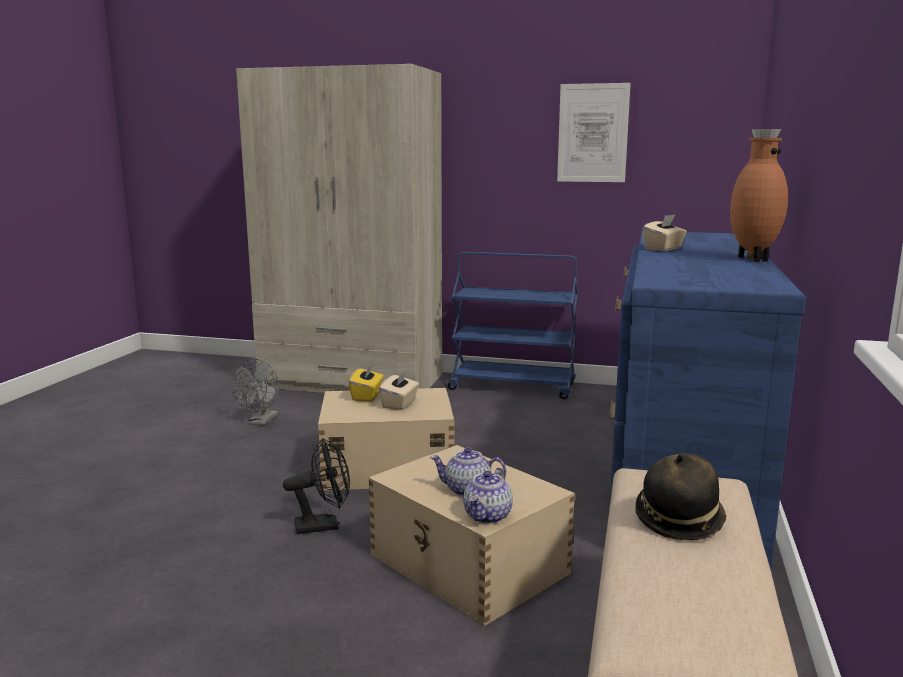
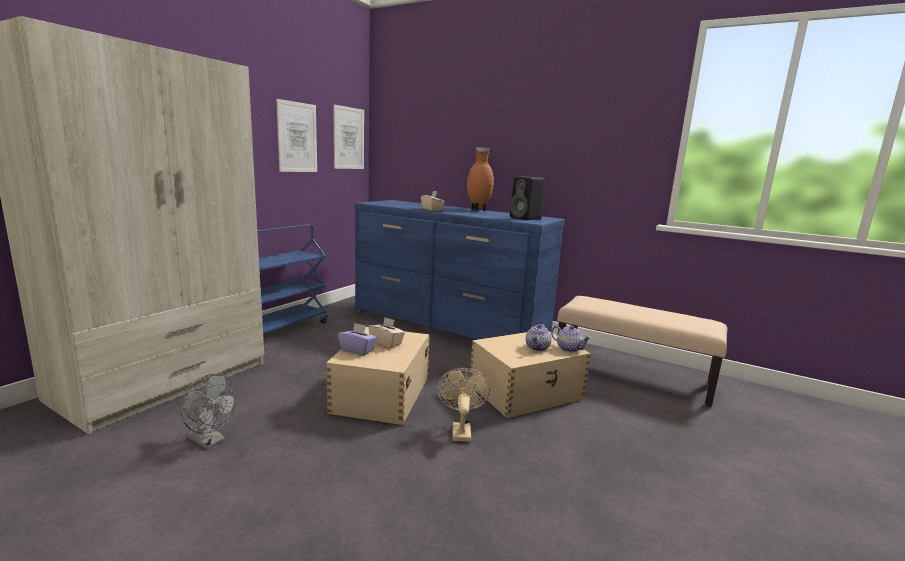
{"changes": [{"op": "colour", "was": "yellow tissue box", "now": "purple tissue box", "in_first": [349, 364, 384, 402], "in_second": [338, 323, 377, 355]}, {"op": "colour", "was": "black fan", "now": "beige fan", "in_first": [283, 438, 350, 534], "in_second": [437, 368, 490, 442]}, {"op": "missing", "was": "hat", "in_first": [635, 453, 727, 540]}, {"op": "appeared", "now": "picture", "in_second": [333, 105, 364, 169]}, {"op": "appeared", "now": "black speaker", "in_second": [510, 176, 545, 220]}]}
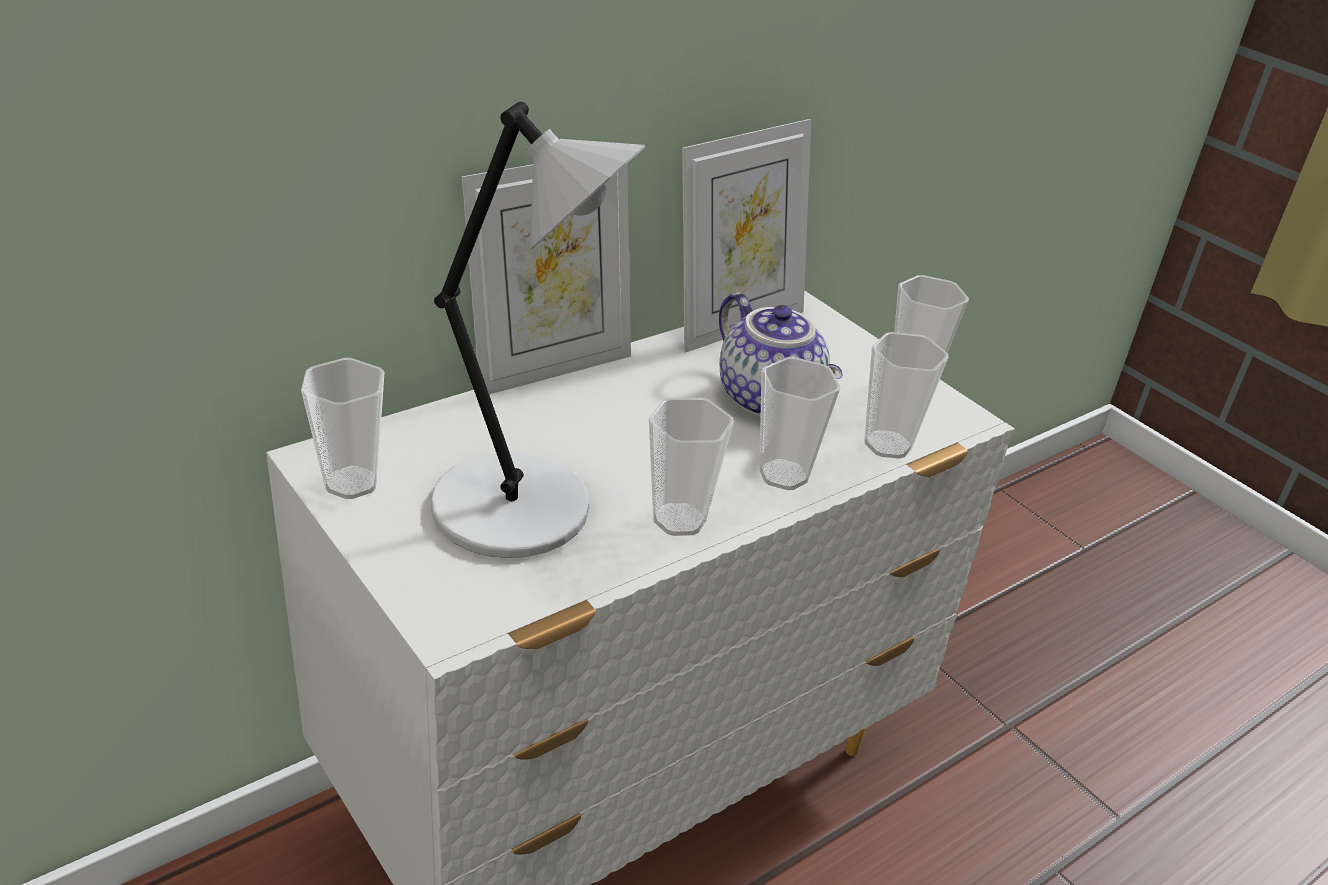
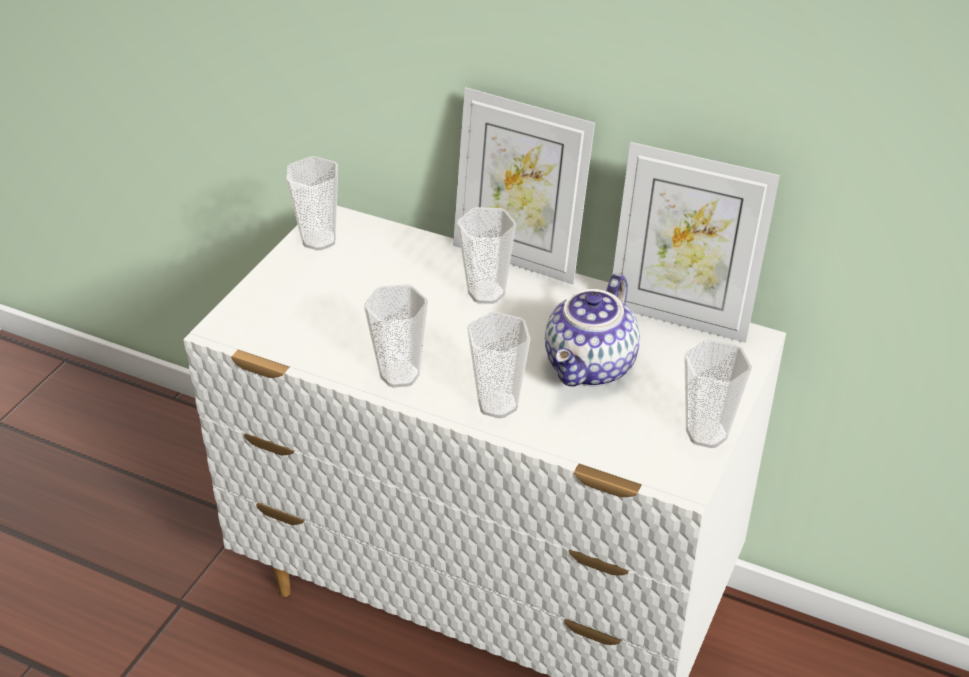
{"changes": [{"op": "missing", "was": "grey table lamp", "in_first": [431, 101, 645, 558]}, {"op": "relocated", "was": "cup", "in_first": [864, 332, 949, 459], "in_second": [457, 207, 516, 304]}]}
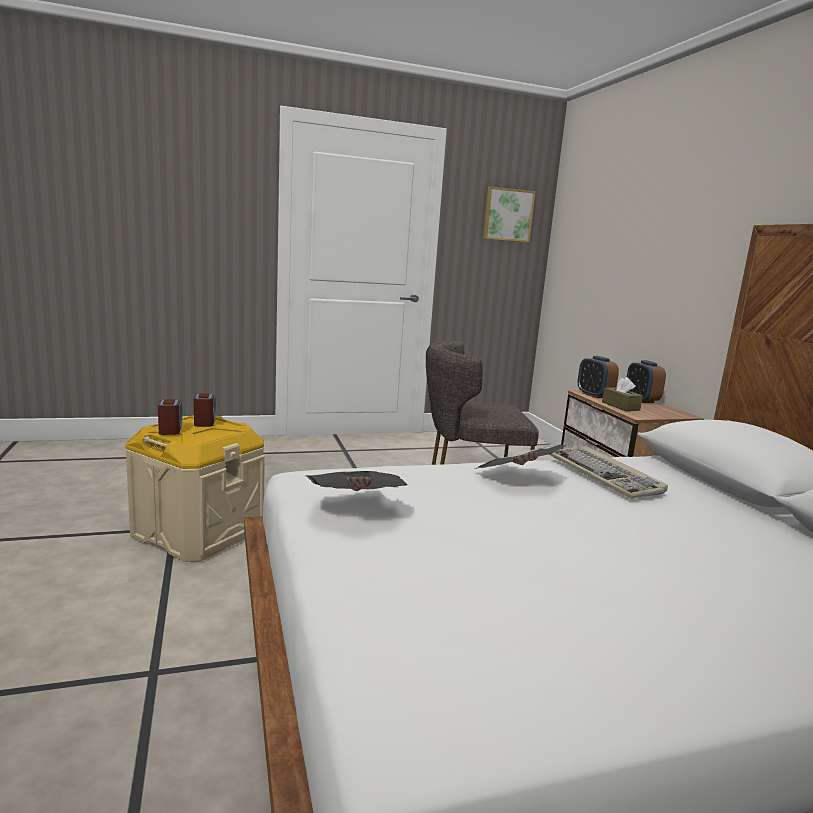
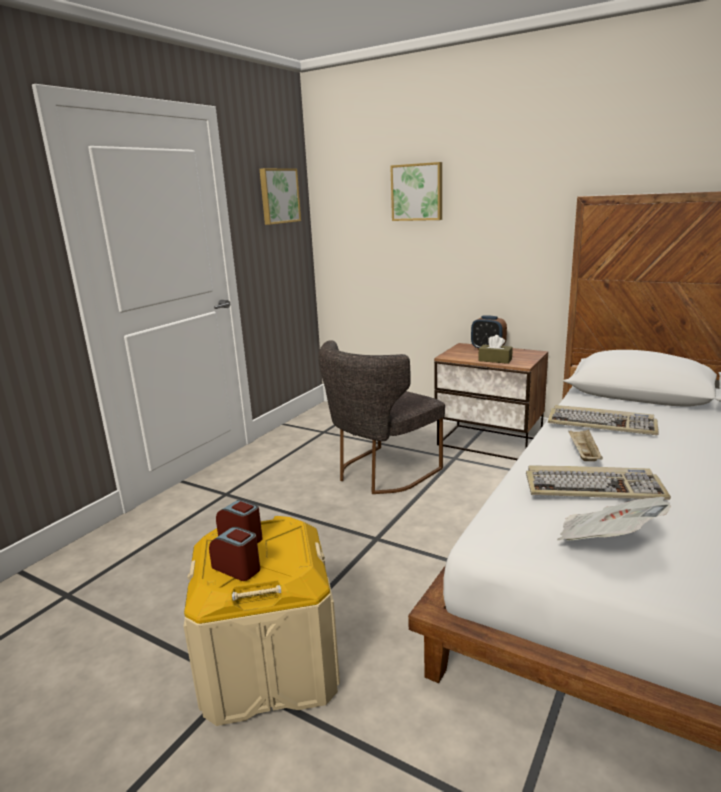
{"changes": [{"op": "missing", "was": "alarm clock", "in_first": [578, 356, 619, 398]}, {"op": "exchanged", "was": "newspaper", "now": "beige tray", "in_first": [475, 445, 566, 469], "in_second": [568, 429, 603, 461]}, {"op": "appeared", "now": "picture", "in_second": [390, 162, 442, 221]}, {"op": "appeared", "now": "keyboard", "in_second": [526, 465, 671, 500]}]}
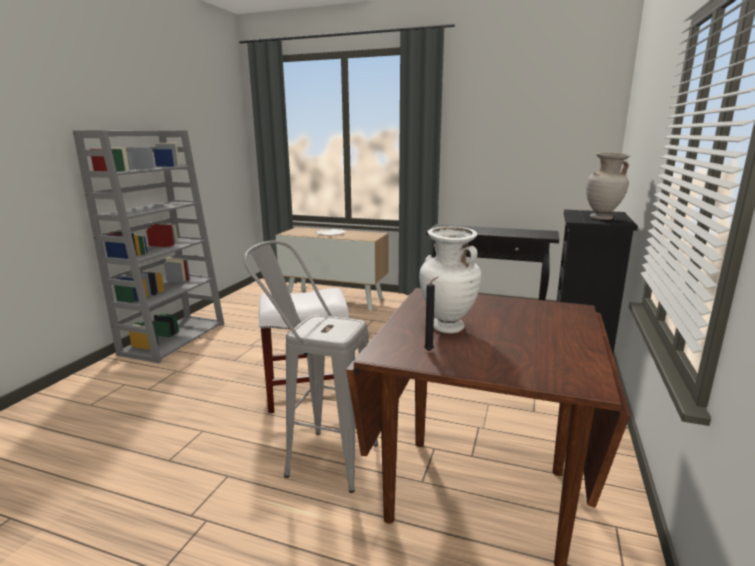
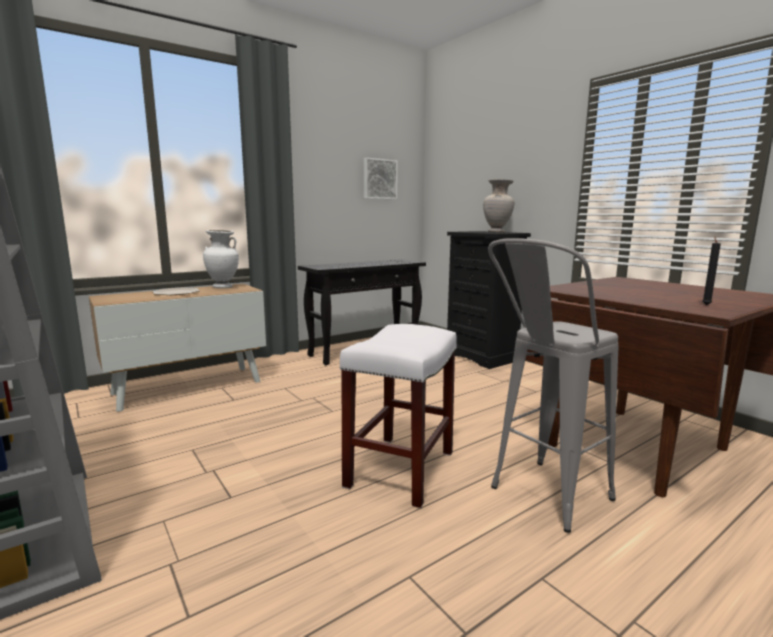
{"changes": [{"op": "relocated", "was": "white vase", "in_first": [419, 227, 481, 333], "in_second": [203, 230, 239, 288]}, {"op": "appeared", "now": "picture", "in_second": [364, 158, 398, 199]}]}
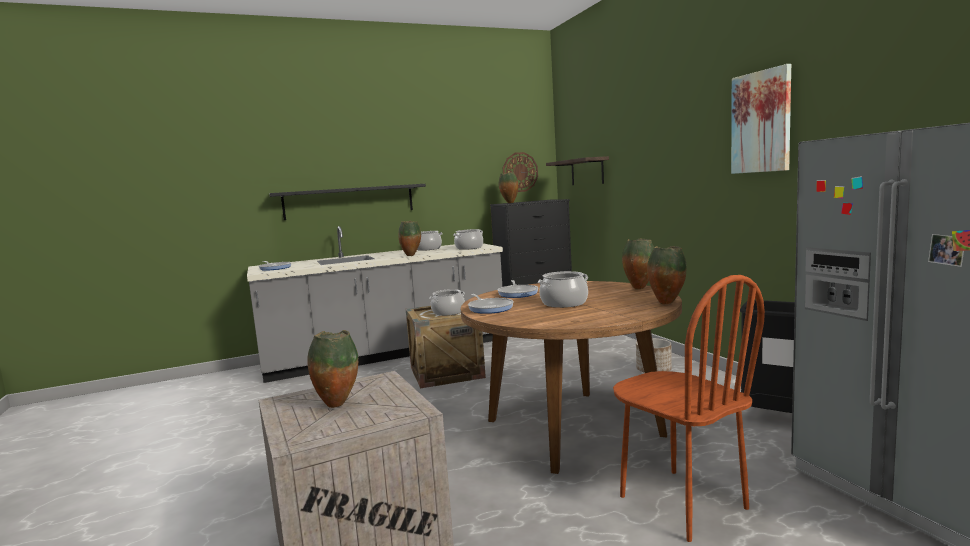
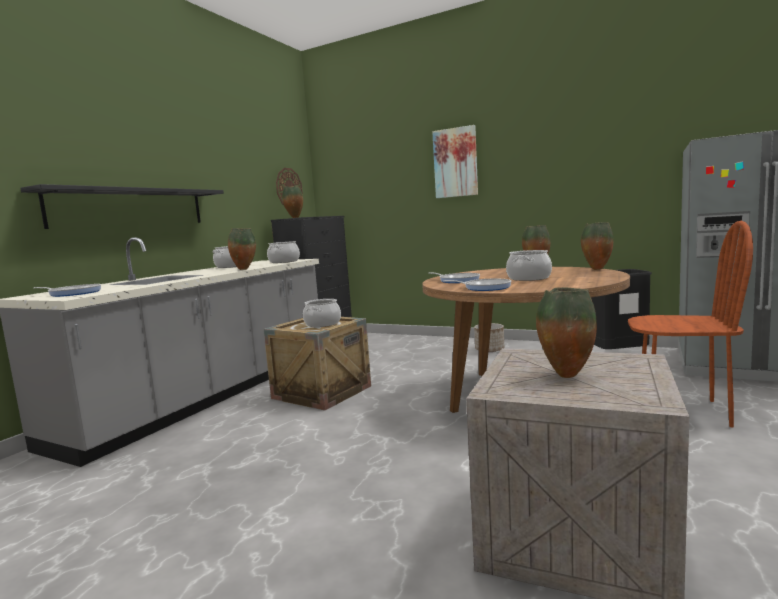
{"changes": [{"op": "relocated", "was": "picture", "in_first": [731, 64, 791, 174], "in_second": [432, 125, 478, 198]}, {"op": "missing", "was": "shelf", "in_first": [546, 156, 609, 185]}]}
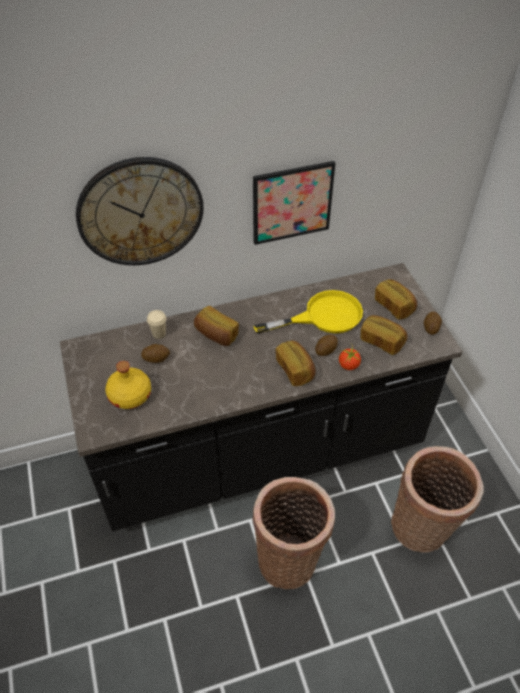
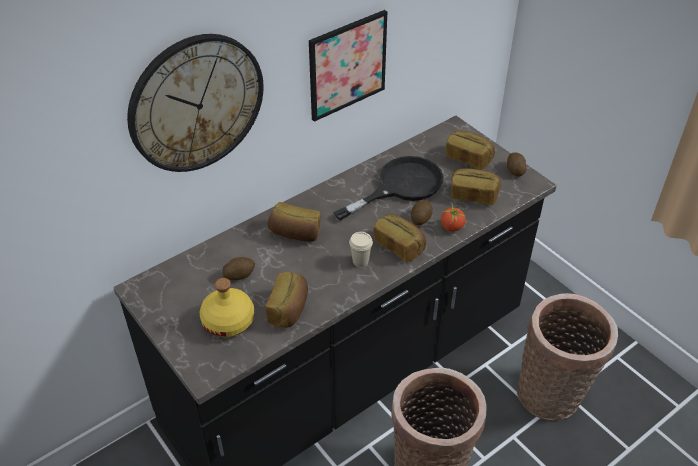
{"changes": [{"op": "colour", "was": "yellow frying pan", "now": "black frying pan", "in_first": [253, 290, 363, 334], "in_second": [333, 156, 444, 221]}, {"op": "relocated", "was": "beige cup", "in_first": [147, 310, 166, 339], "in_second": [349, 232, 373, 267]}, {"op": "appeared", "now": "bread", "in_second": [265, 272, 308, 328]}]}
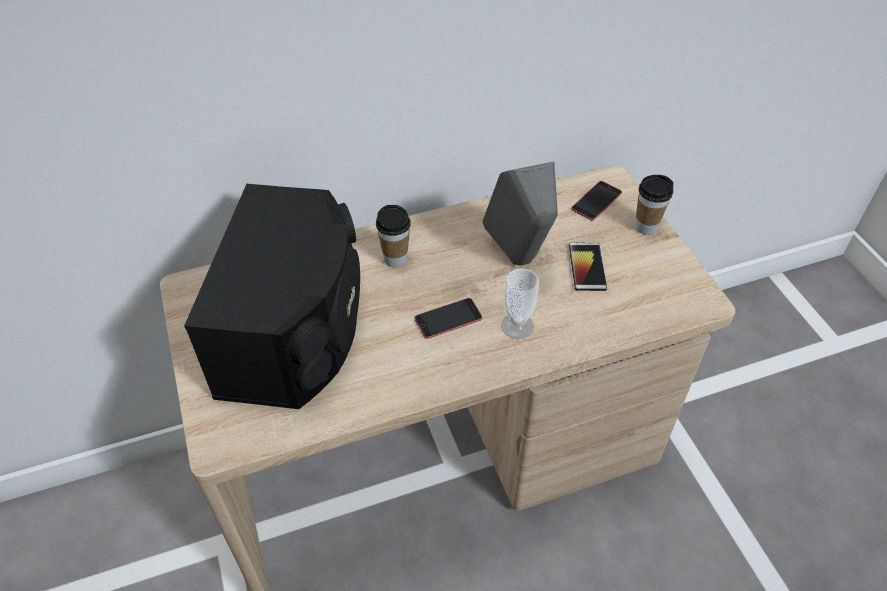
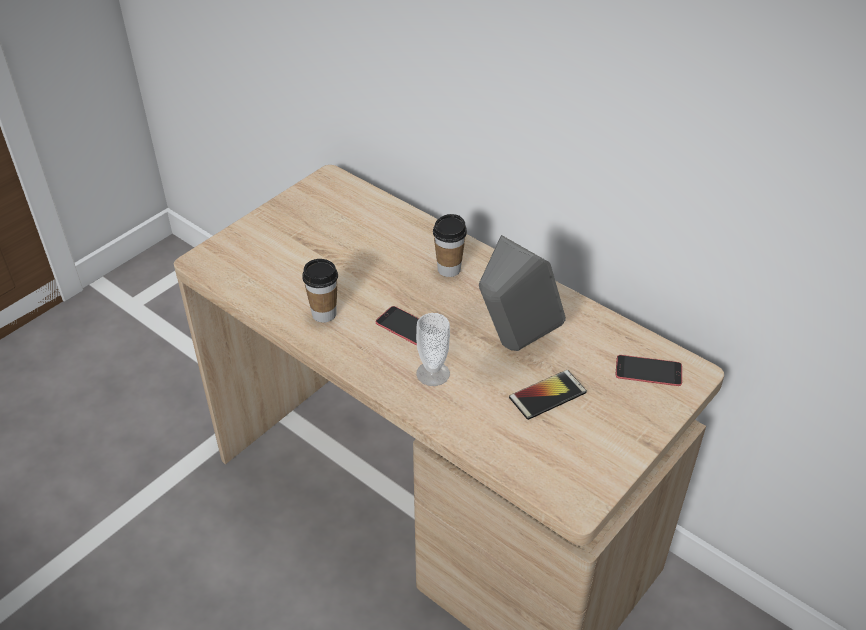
{"changes": [{"op": "relocated", "was": "cup", "in_first": [635, 175, 674, 235], "in_second": [302, 259, 338, 323]}, {"op": "missing", "was": "black speaker", "in_first": [184, 184, 360, 409]}]}
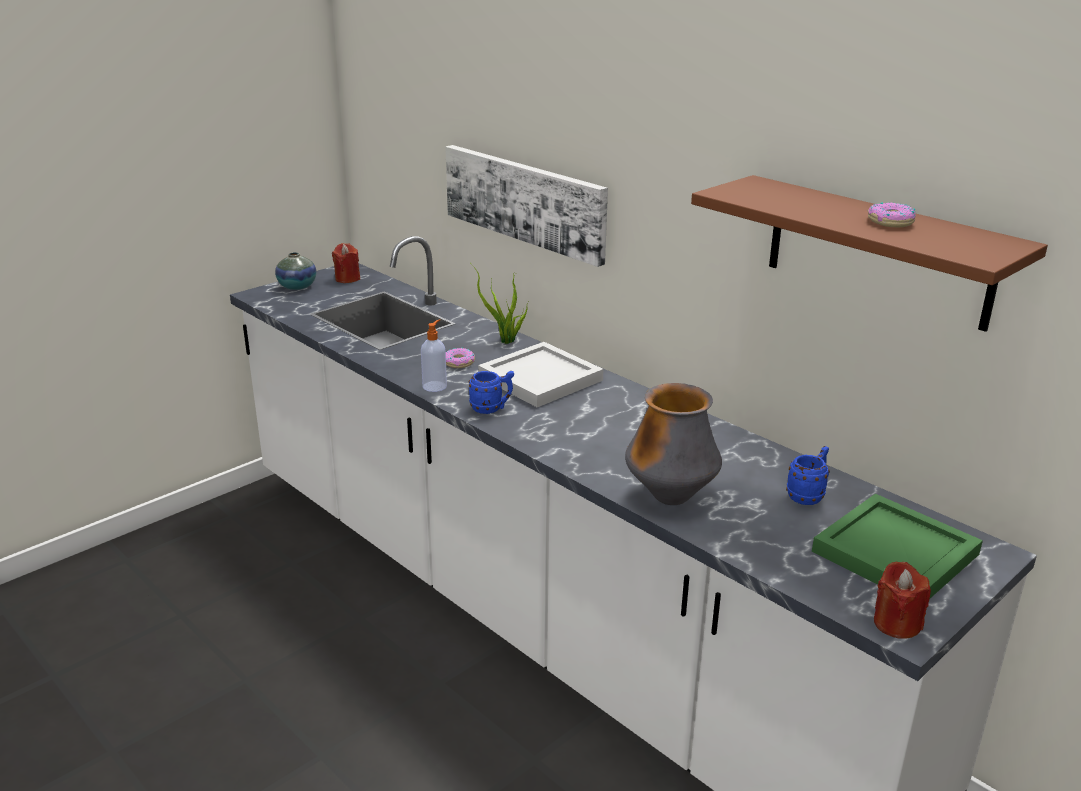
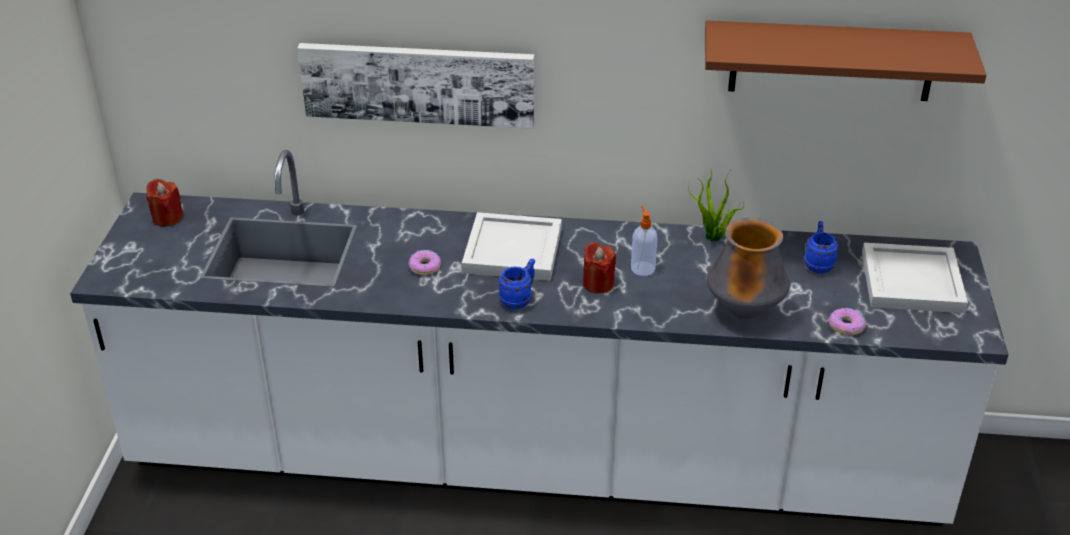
{"changes": [{"op": "relocated", "was": "donut", "in_first": [868, 202, 916, 227], "in_second": [829, 308, 866, 335]}, {"op": "missing", "was": "vase", "in_first": [275, 252, 316, 290]}, {"op": "relocated", "was": "potted plant", "in_first": [471, 264, 528, 344], "in_second": [688, 167, 744, 241]}, {"op": "relocated", "was": "soap dispenser", "in_first": [421, 319, 447, 392], "in_second": [631, 206, 657, 276]}, {"op": "colour", "was": "green tray", "now": "white tray", "in_first": [812, 494, 983, 598], "in_second": [862, 243, 968, 313]}, {"op": "relocated", "was": "red candle", "in_first": [874, 562, 931, 639], "in_second": [583, 242, 616, 293]}]}
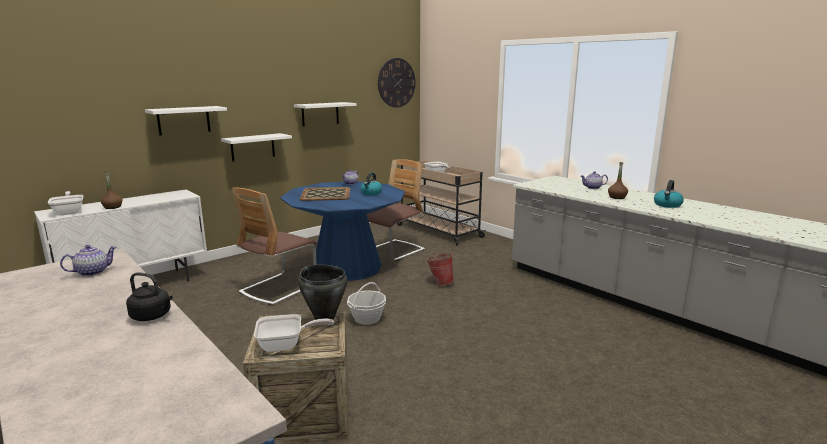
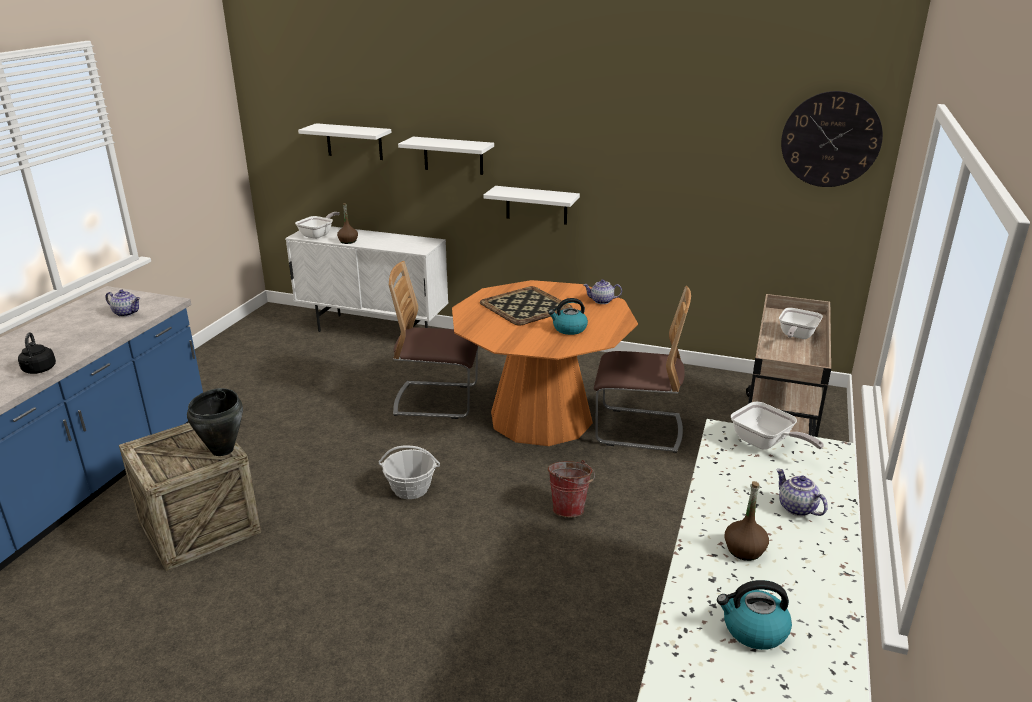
{"changes": [{"op": "relocated", "was": "white shelf", "in_first": [294, 102, 357, 127], "in_second": [298, 123, 391, 160]}, {"op": "colour", "was": "blue dining table", "now": "orange dining table", "in_first": [280, 181, 405, 281], "in_second": [452, 280, 638, 446]}, {"op": "relocated", "was": "frying pan", "in_first": [254, 314, 334, 352], "in_second": [731, 402, 824, 450]}]}
